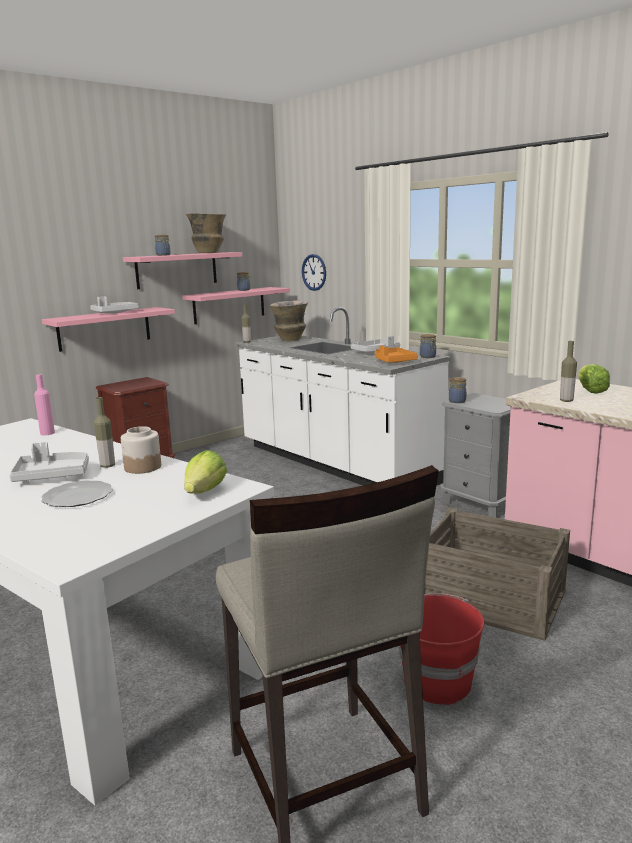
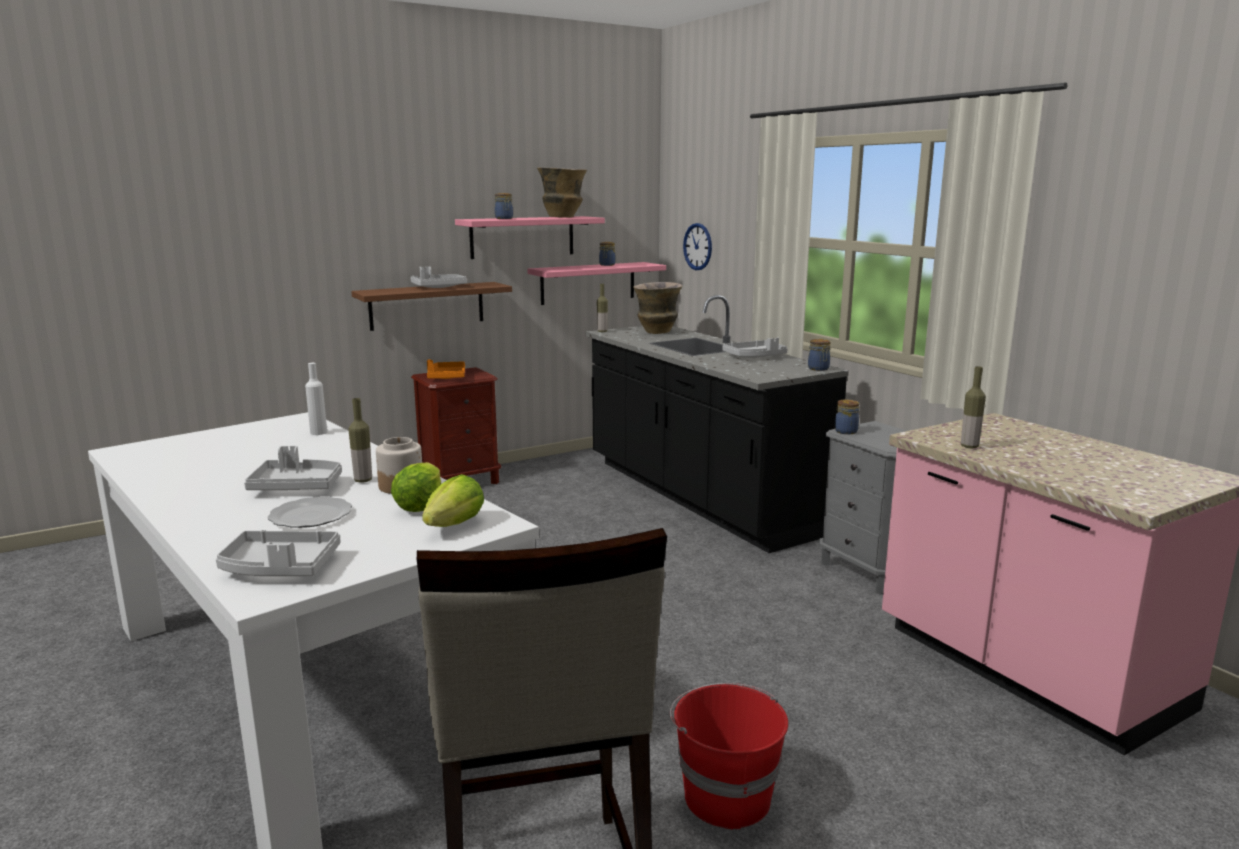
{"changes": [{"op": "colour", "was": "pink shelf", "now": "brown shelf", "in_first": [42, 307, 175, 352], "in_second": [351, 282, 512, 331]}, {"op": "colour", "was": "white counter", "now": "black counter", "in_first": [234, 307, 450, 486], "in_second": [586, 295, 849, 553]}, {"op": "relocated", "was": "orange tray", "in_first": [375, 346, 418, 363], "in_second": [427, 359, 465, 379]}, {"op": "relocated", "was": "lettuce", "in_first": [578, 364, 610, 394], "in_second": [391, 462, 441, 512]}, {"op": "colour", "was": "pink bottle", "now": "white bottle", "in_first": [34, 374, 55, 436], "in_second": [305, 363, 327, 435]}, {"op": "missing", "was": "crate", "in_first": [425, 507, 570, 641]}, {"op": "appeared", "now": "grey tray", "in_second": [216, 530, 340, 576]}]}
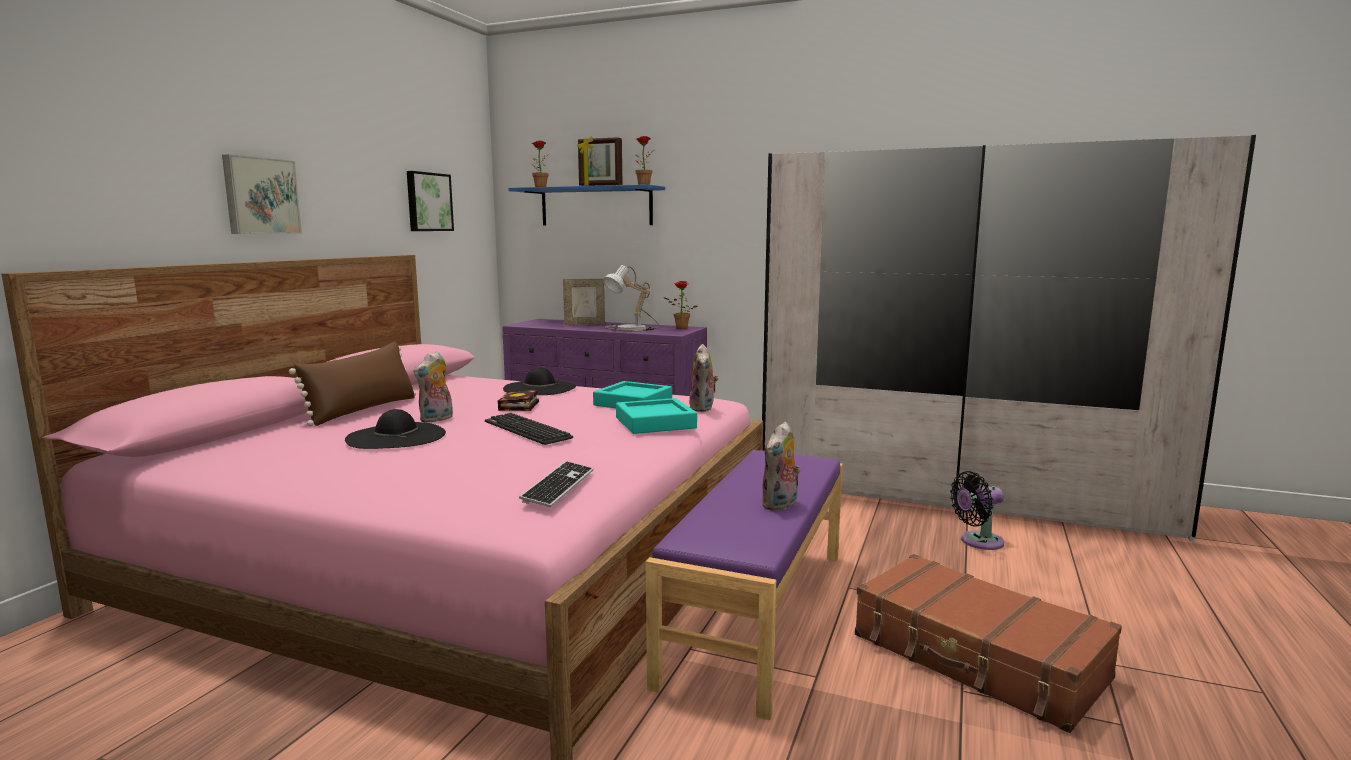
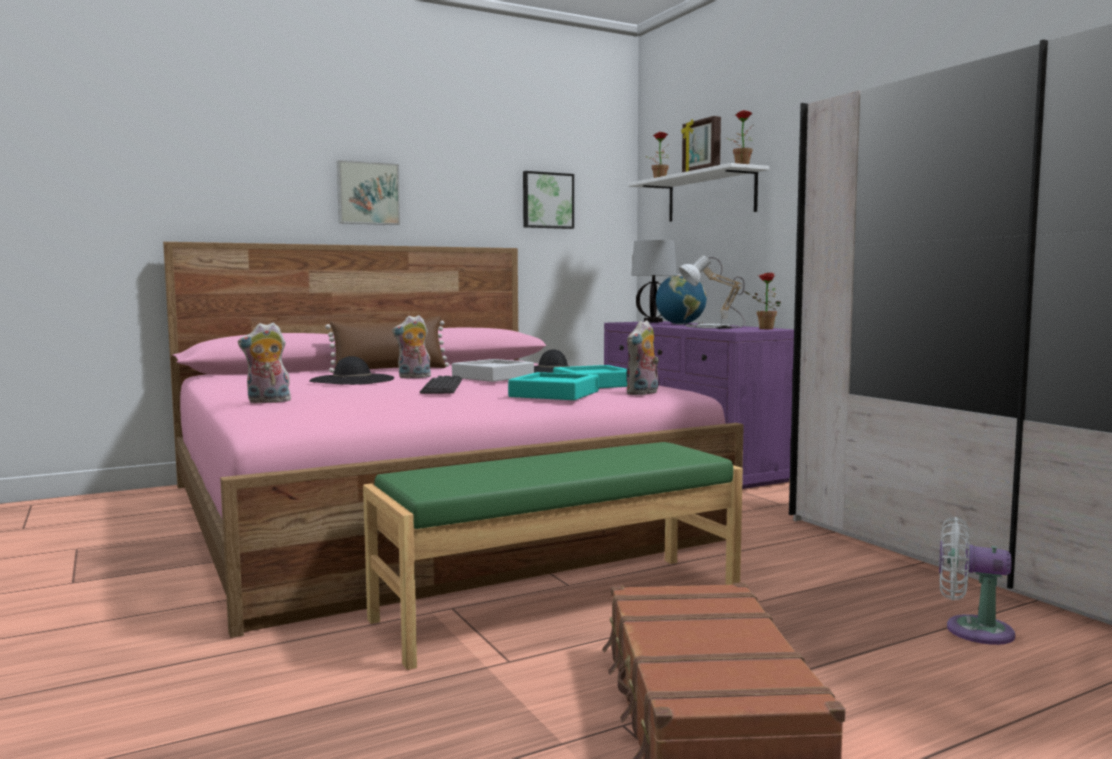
{"changes": [{"op": "colour", "was": "blue shelf", "now": "white shelf", "in_first": [508, 184, 665, 225], "in_second": [628, 163, 769, 222]}, {"op": "exchanged", "was": "picture frame", "now": "globe", "in_first": [563, 279, 605, 325], "in_second": [656, 274, 706, 324]}, {"op": "exchanged", "was": "book", "now": "grey tray", "in_first": [498, 390, 539, 411], "in_second": [452, 359, 534, 382]}, {"op": "relocated", "was": "plush toy", "in_first": [761, 422, 801, 511], "in_second": [238, 323, 291, 403]}, {"op": "colour", "was": "purple bench", "now": "green bench", "in_first": [646, 450, 842, 720], "in_second": [363, 442, 743, 670]}, {"op": "missing", "was": "keyboard", "in_first": [519, 461, 594, 507]}, {"op": "colour", "was": "black fan", "now": "white fan", "in_first": [950, 471, 1004, 550], "in_second": [939, 517, 1015, 645]}, {"op": "appeared", "now": "table lamp", "in_second": [631, 240, 677, 322]}]}
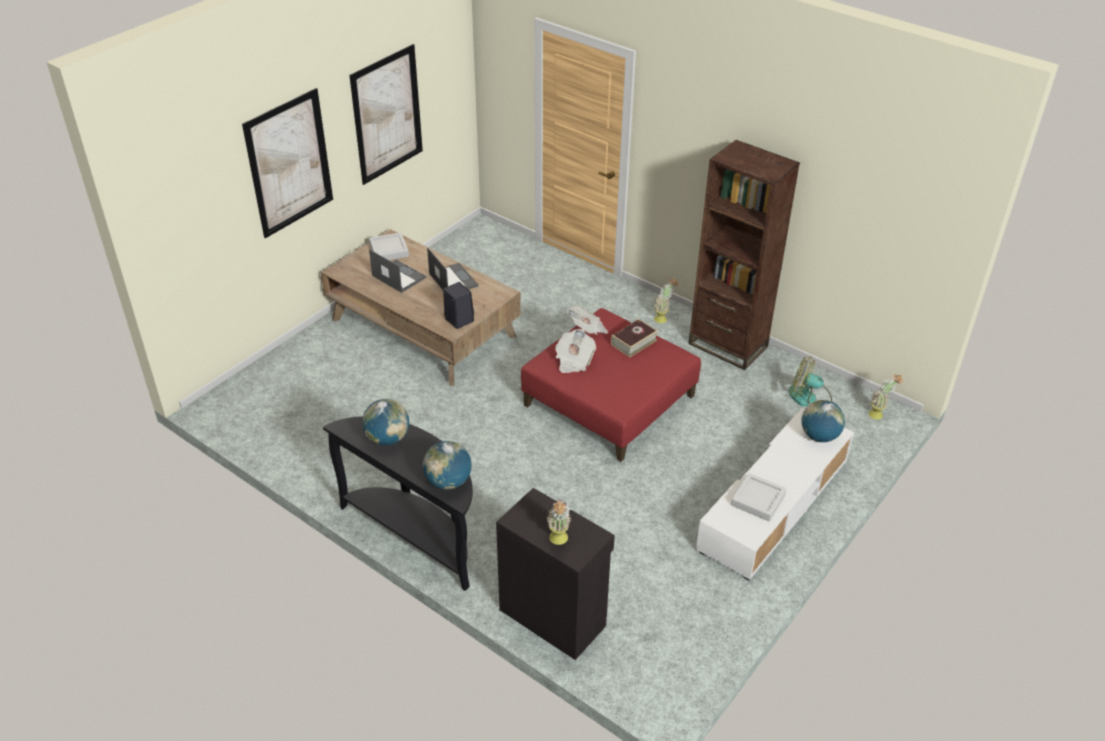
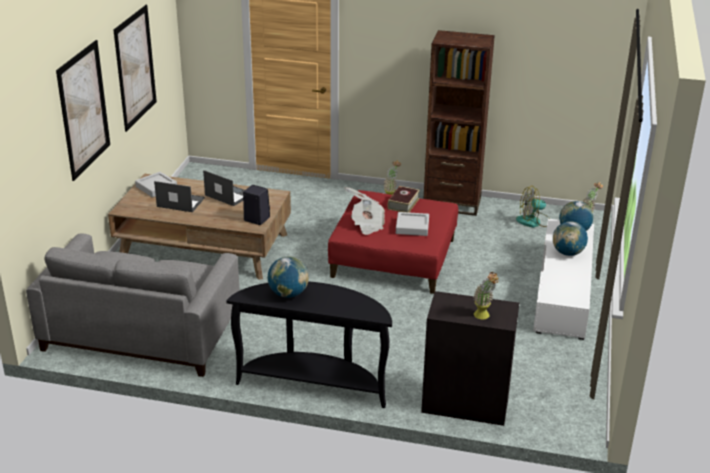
{"changes": [{"op": "relocated", "was": "globe", "in_first": [423, 441, 472, 490], "in_second": [553, 221, 588, 256]}, {"op": "relocated", "was": "grey tray", "in_first": [731, 473, 787, 521], "in_second": [396, 212, 429, 236]}, {"op": "appeared", "now": "grey sofa", "in_second": [26, 233, 240, 377]}]}
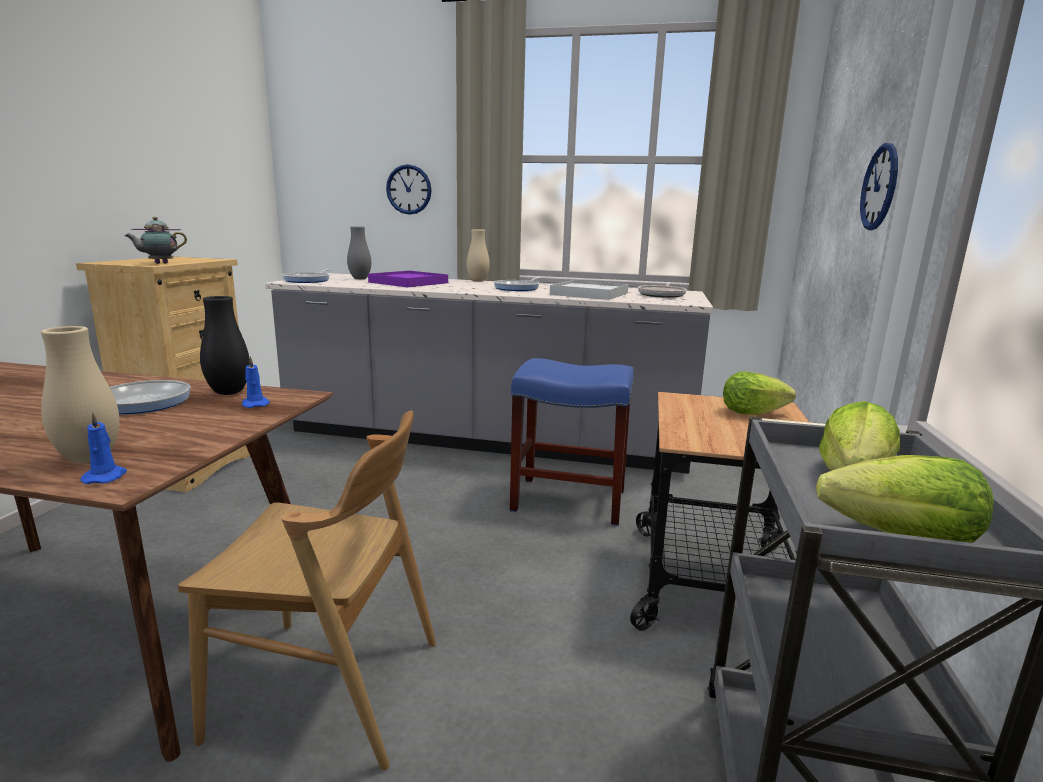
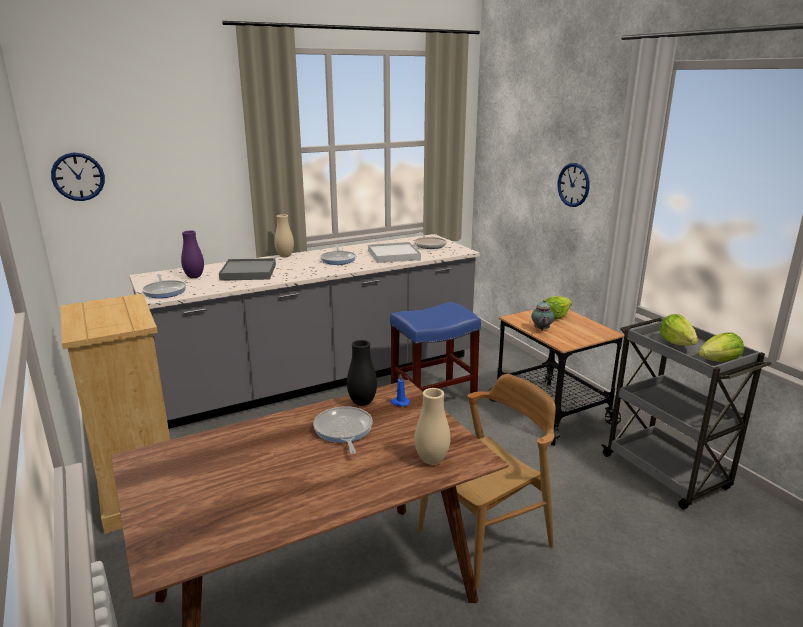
{"changes": [{"op": "relocated", "was": "wall clock", "in_first": [386, 164, 432, 215], "in_second": [51, 152, 105, 201]}, {"op": "relocated", "was": "teapot", "in_first": [125, 217, 187, 264], "in_second": [531, 300, 555, 331]}, {"op": "colour", "was": "grey vase", "now": "purple vase", "in_first": [347, 226, 371, 279], "in_second": [181, 231, 204, 278]}, {"op": "colour", "was": "purple tray", "now": "grey tray", "in_first": [368, 271, 448, 287], "in_second": [219, 258, 276, 281]}, {"op": "missing", "was": "blue candle", "in_first": [81, 412, 127, 484]}]}
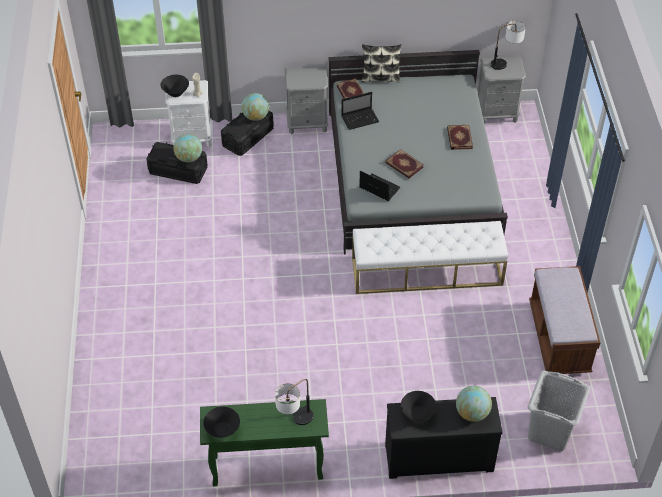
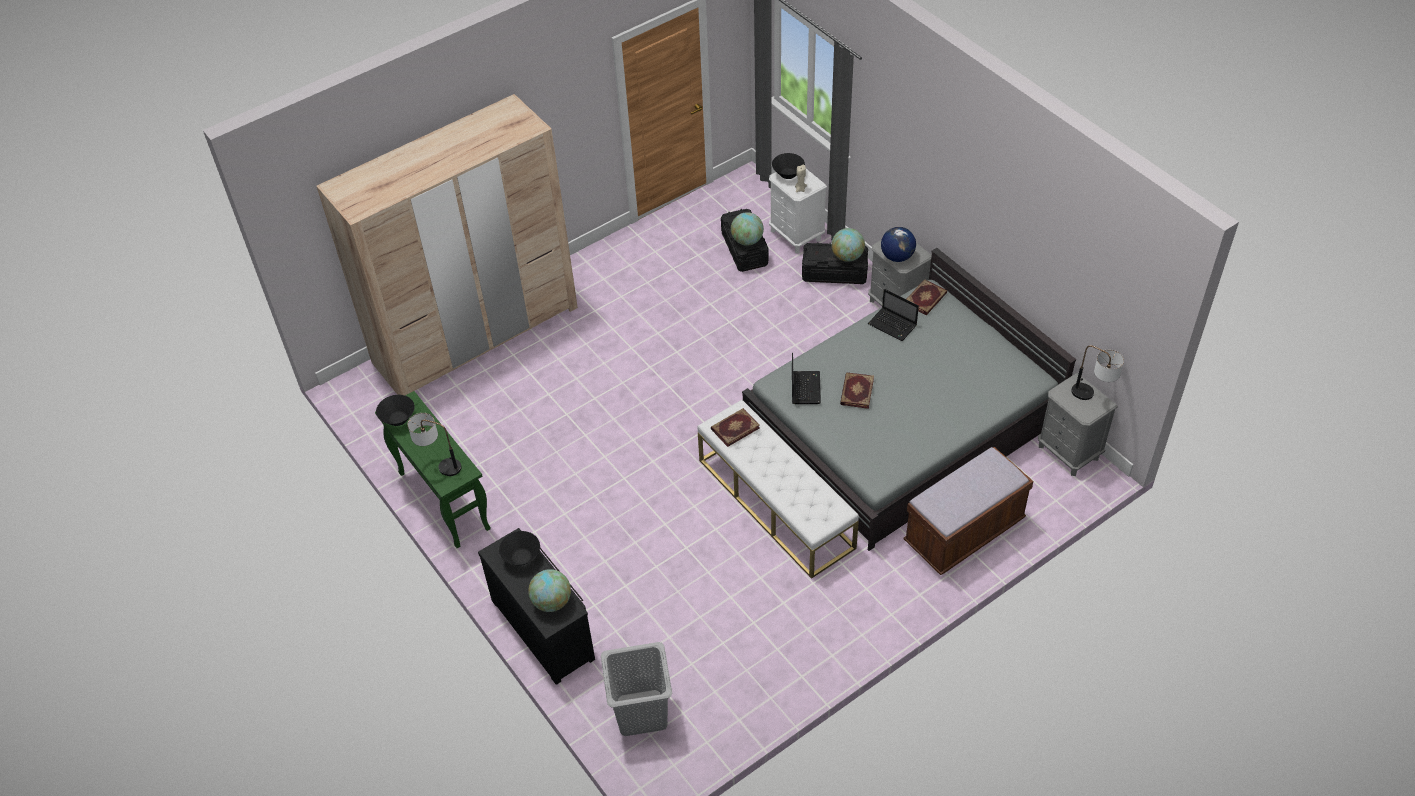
{"changes": [{"op": "missing", "was": "pillow", "in_first": [361, 44, 402, 82]}, {"op": "relocated", "was": "book", "in_first": [447, 125, 473, 150], "in_second": [711, 408, 760, 447]}, {"op": "relocated", "was": "brown bench", "in_first": [529, 266, 600, 374], "in_second": [904, 447, 1033, 575]}, {"op": "appeared", "now": "beige wardrobe", "in_second": [317, 94, 578, 395]}, {"op": "appeared", "now": "globe", "in_second": [881, 227, 916, 262]}]}
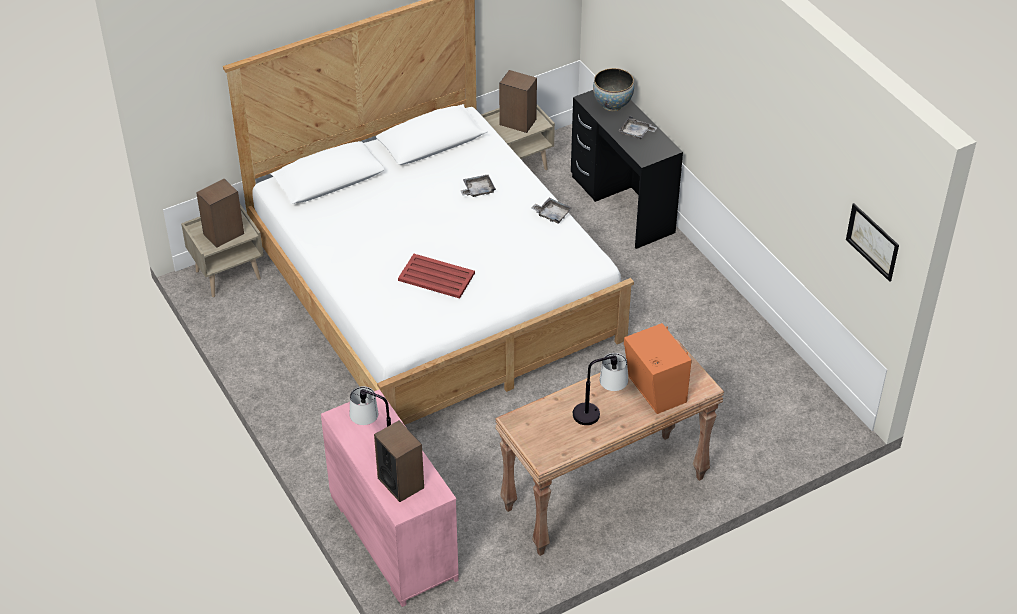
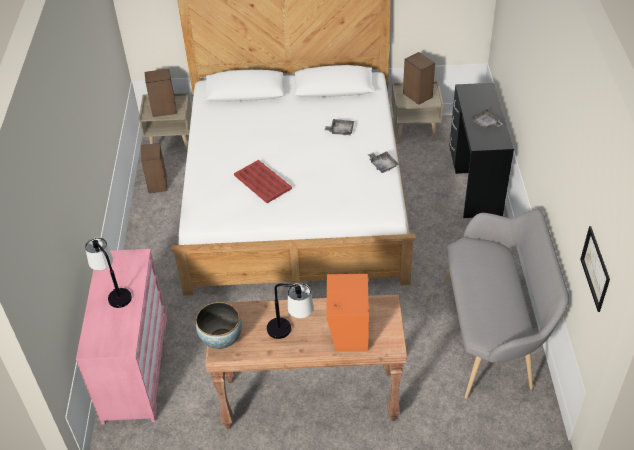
{"changes": [{"op": "relocated", "was": "bowl", "in_first": [593, 68, 634, 111], "in_second": [196, 302, 242, 349]}, {"op": "relocated", "was": "speaker", "in_first": [374, 421, 424, 502], "in_second": [141, 143, 168, 193]}, {"op": "appeared", "now": "grey bench", "in_second": [443, 209, 569, 399]}]}
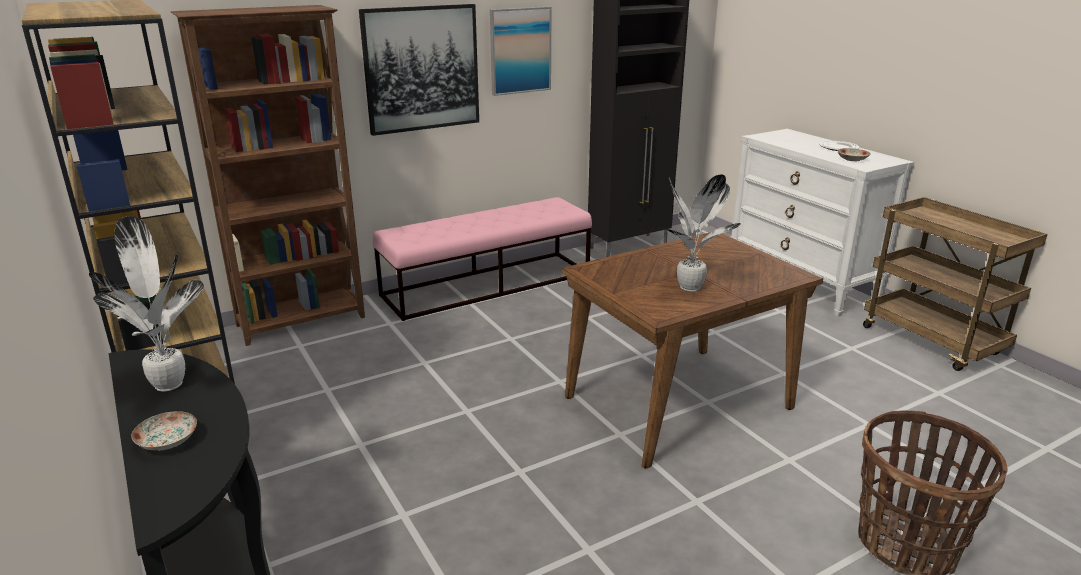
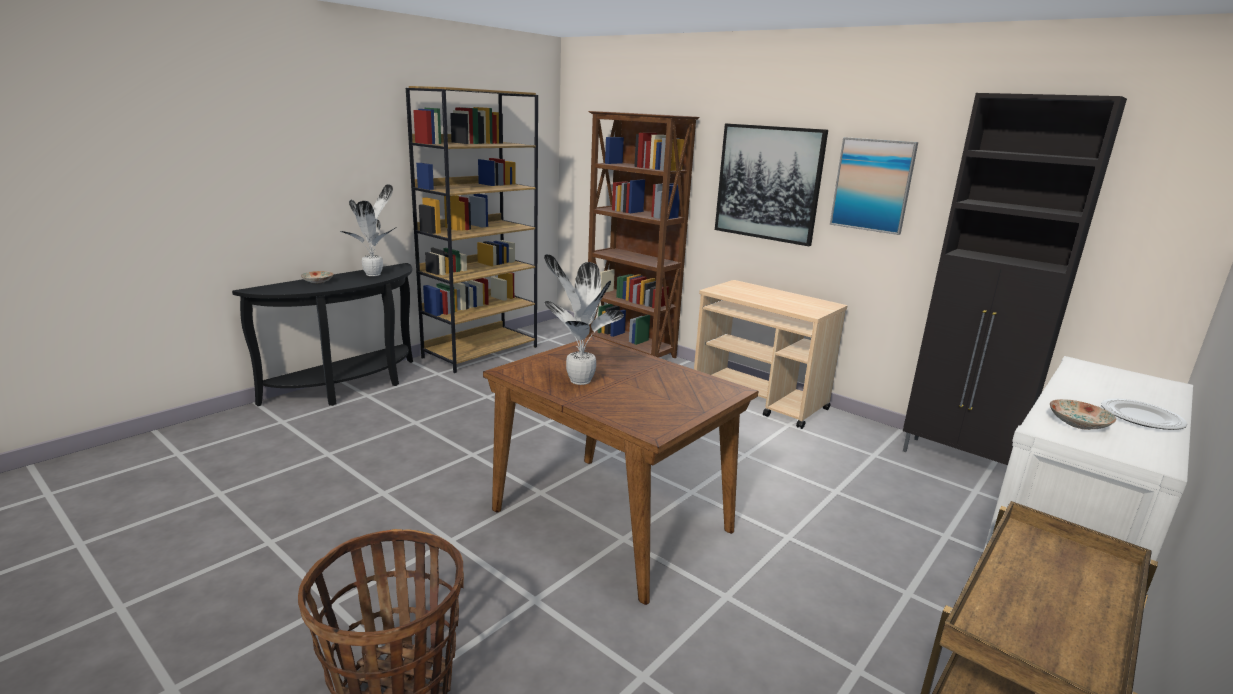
{"changes": [{"op": "exchanged", "was": "pink bench", "now": "beige cart", "in_first": [373, 197, 592, 321], "in_second": [694, 280, 848, 429]}]}
